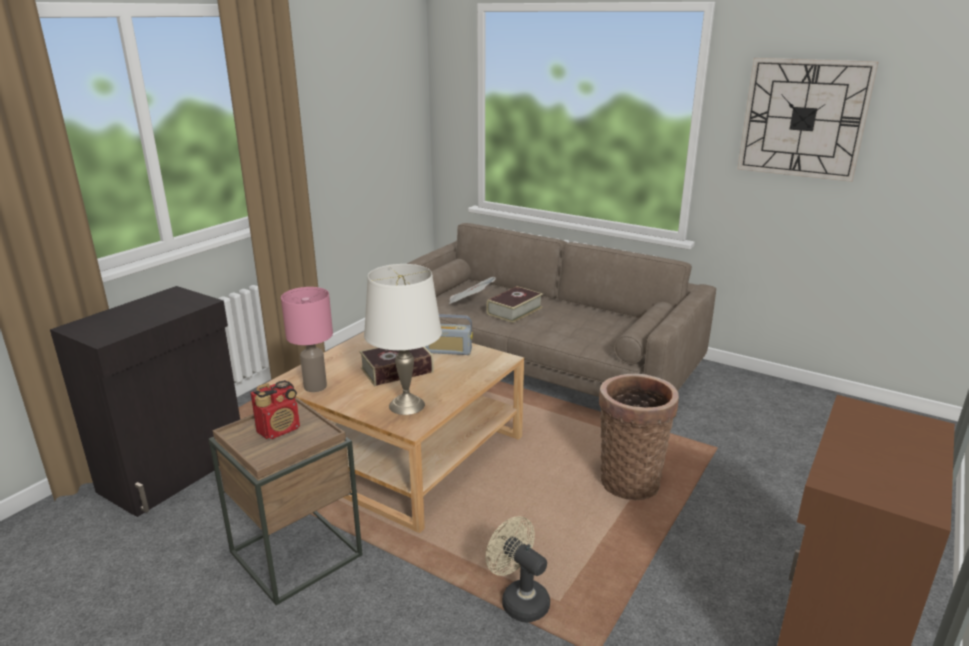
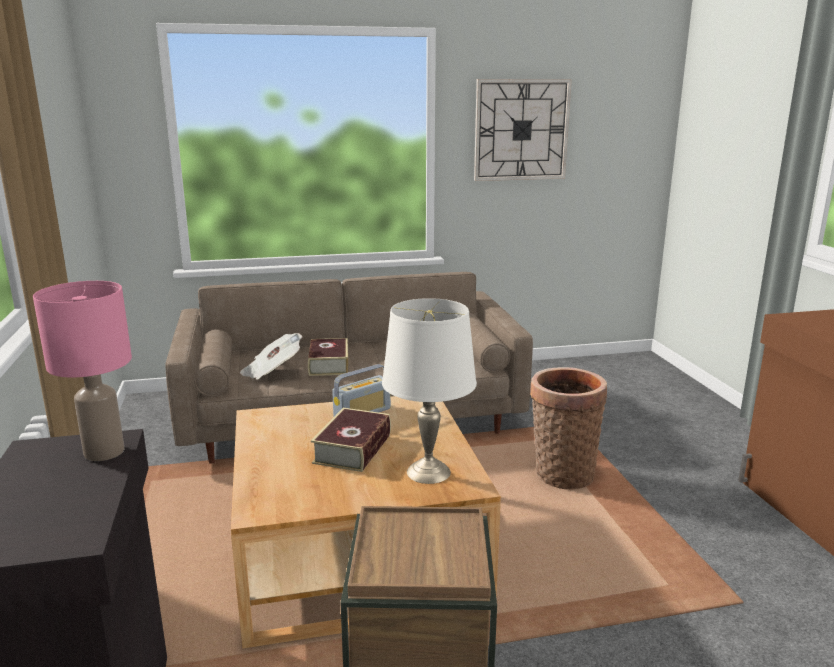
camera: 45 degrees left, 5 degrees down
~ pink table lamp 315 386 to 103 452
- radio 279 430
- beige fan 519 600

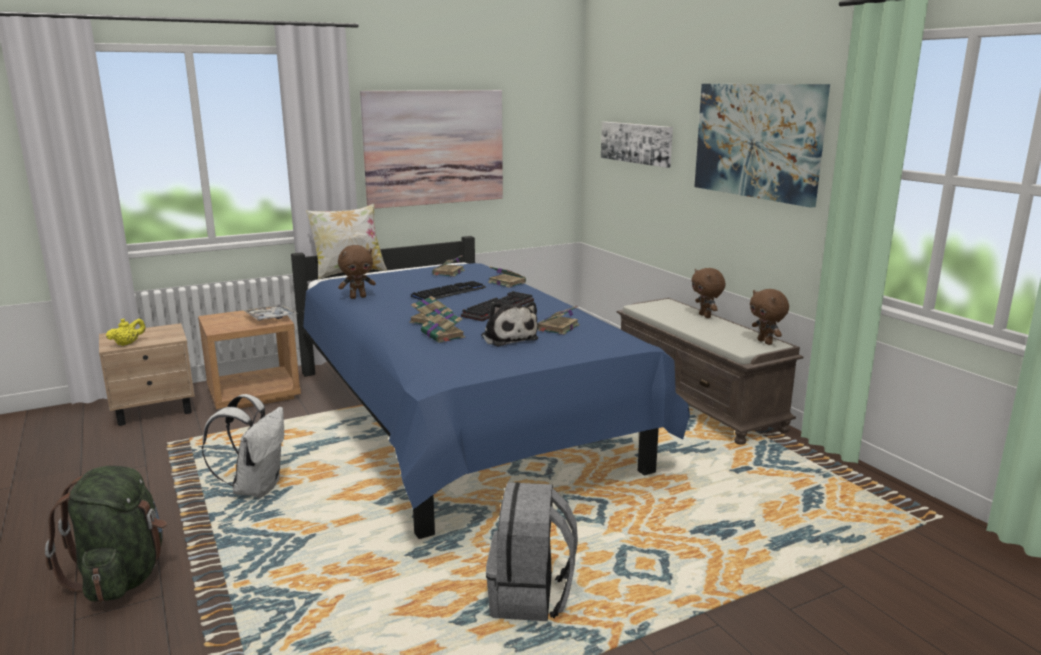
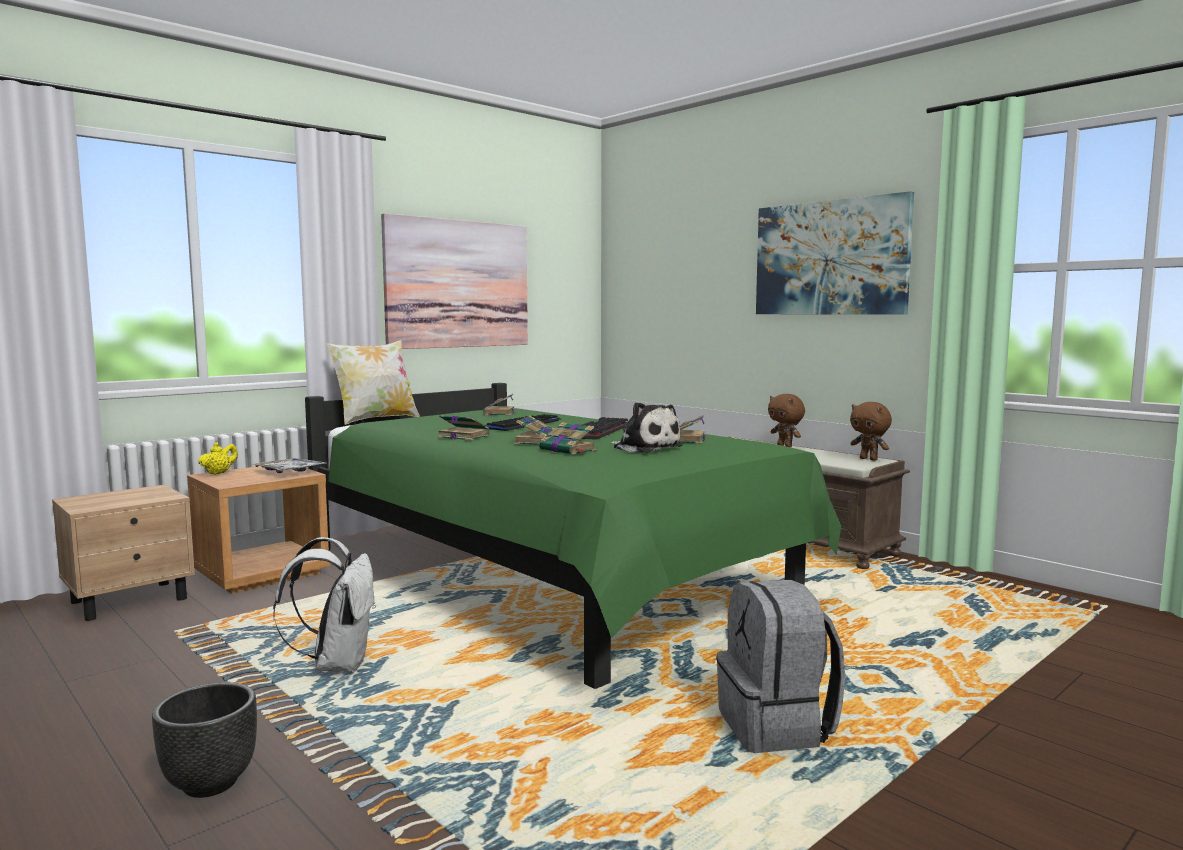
camera: 15 degrees left, 10 degrees down
~ green backpack 122 577 to black planter 209 784
~ yellow teapot 127 344 to 219 473
~ blue bed 459 422 to green bed 547 578
~ book 506 282 to 462 436
- brown plush toy 358 297
- picture 636 143

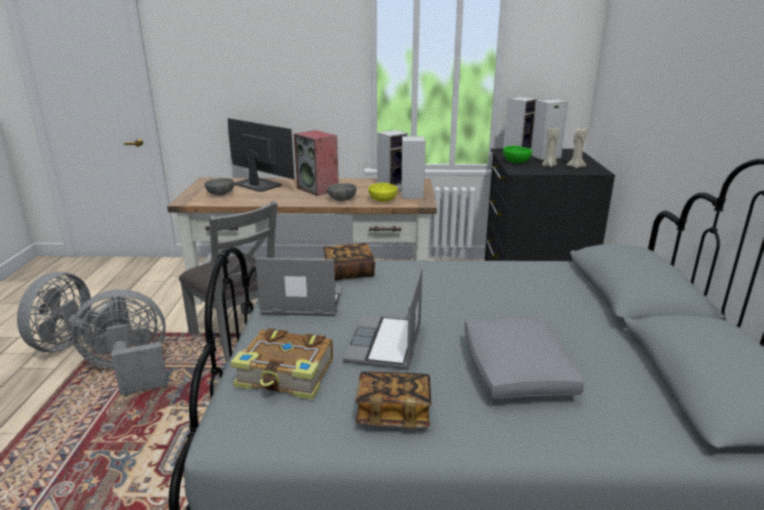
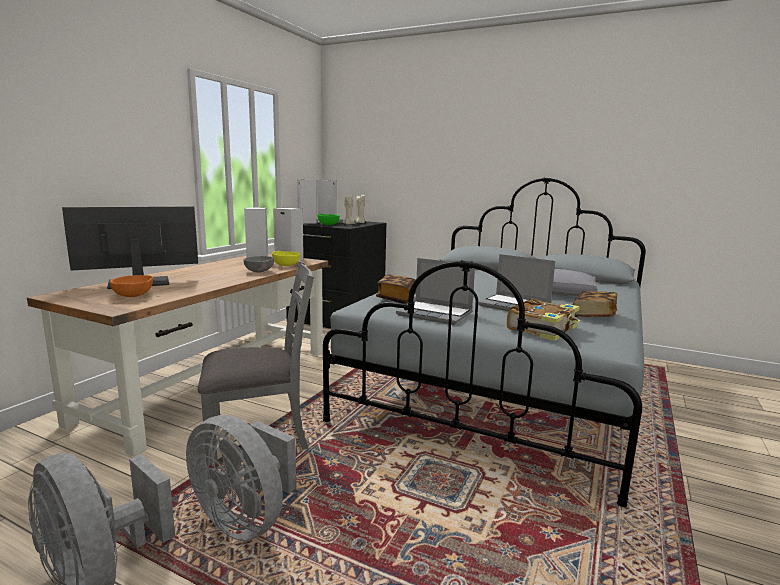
camera: 65 degrees left, 10 degrees down
~ grey bowl 220 194 to orange bowl 134 296
~ grey fan 130 370 = 245 519 60 degrees counterclockwise
~ laptop 301 303 = 436 314 90 degrees counterclockwise
- speaker 318 189

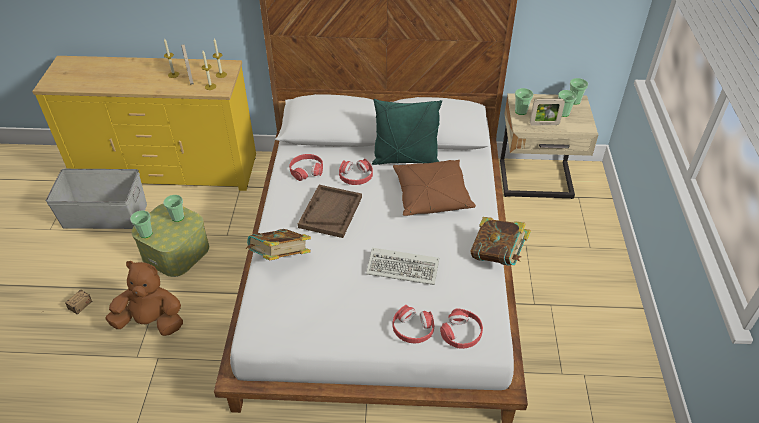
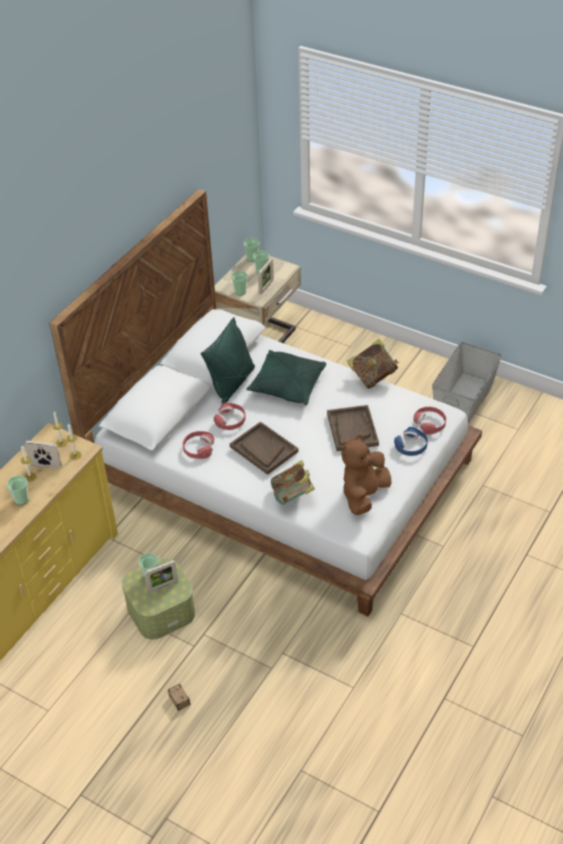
camera: 60 degrees left, 0 degrees up
~ cup 145 233 to 21 499
+ picture frame 163 586
~ brown pillow 431 196 to green pillow 287 386
~ keyboard 404 268 to brown tray 352 429
~ brown plush toy 152 321 to 364 495
~ red headphones 413 329 to blue headphones 411 446
~ grey storage box 105 216 to 464 399

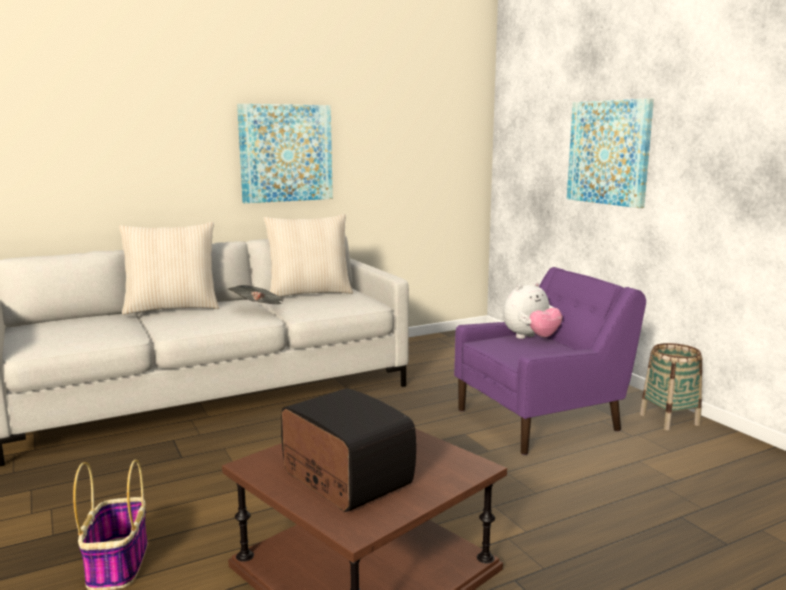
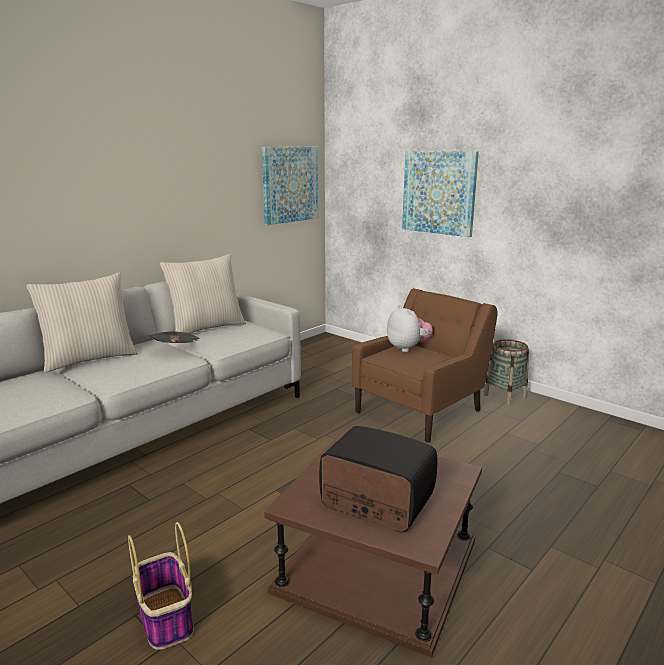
camera: 20 degrees left, 5 degrees up
~ picture 286 153 to 290 184
~ purple armchair 541 420 to brown armchair 420 410
~ plush toy 530 338 = 408 348 60 degrees counterclockwise

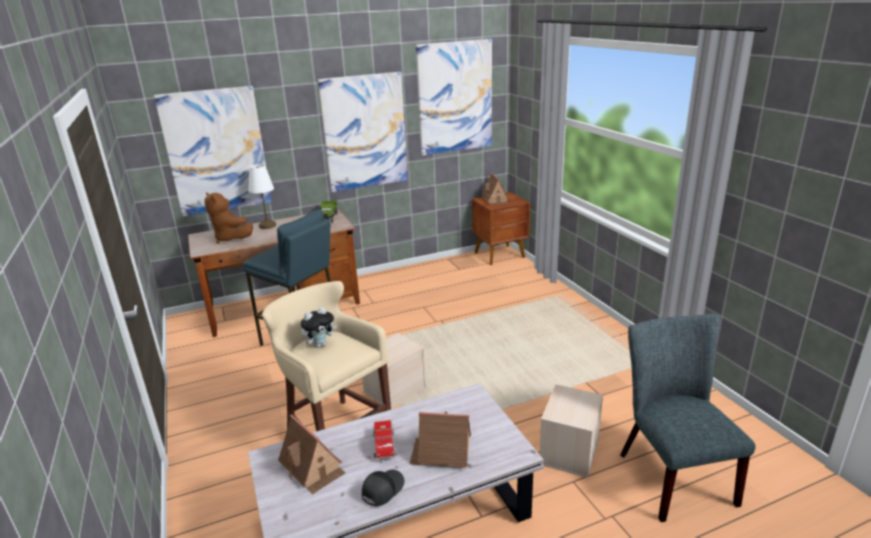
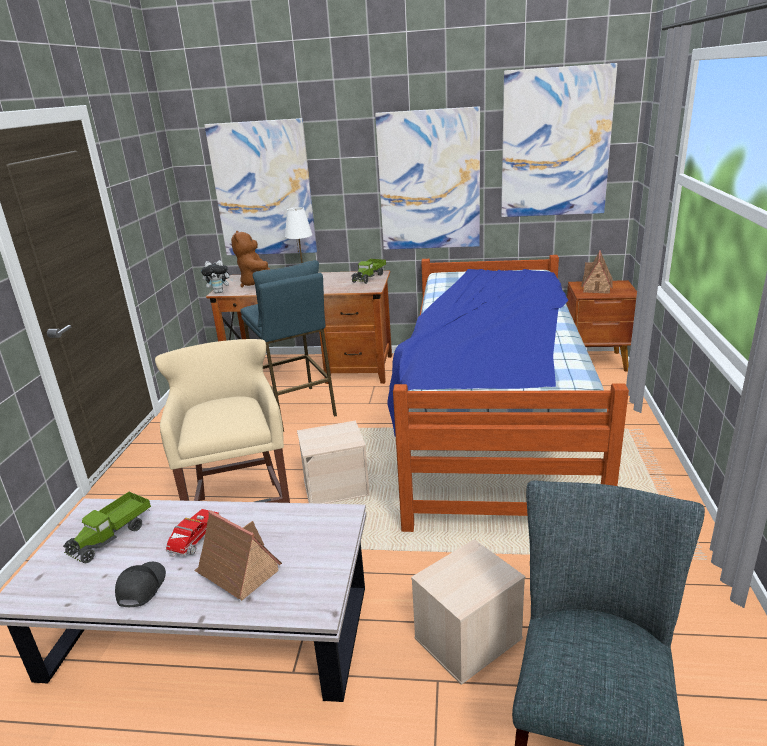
camera: 30 degrees right, 0 degrees up
~ toy house 312 467 to toy truck 112 536
~ black cap 382 489 = 140 588 60 degrees counterclockwise
~ plush toy 320 345 to 219 292
+ bed 491 422

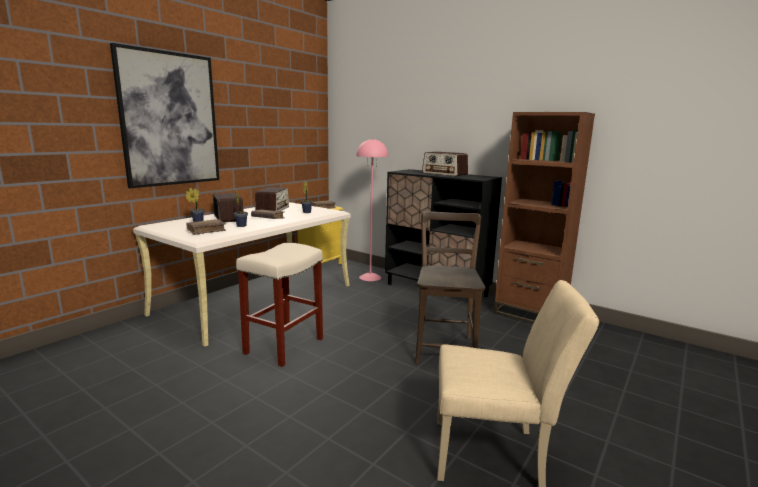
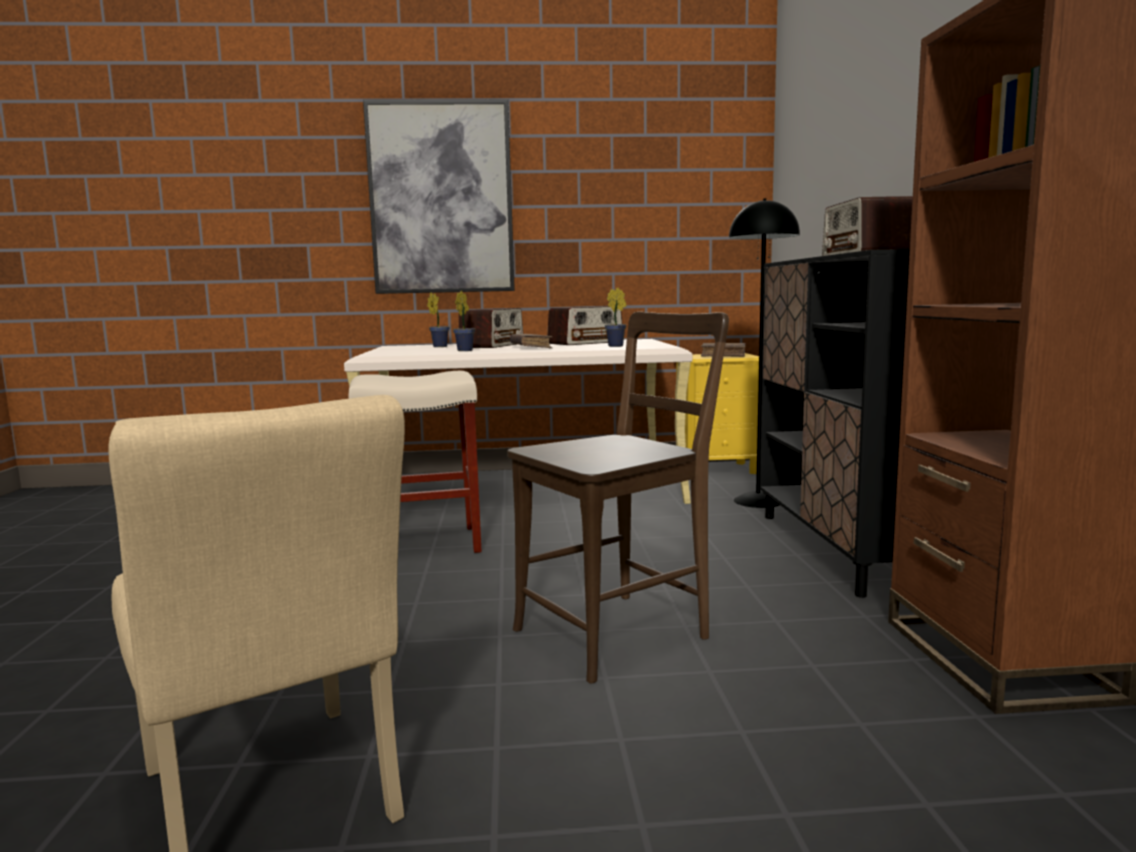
camera: 50 degrees right, 5 degrees down
~ pink floor lamp 370 277 to black floor lamp 758 501
- brown book 206 231

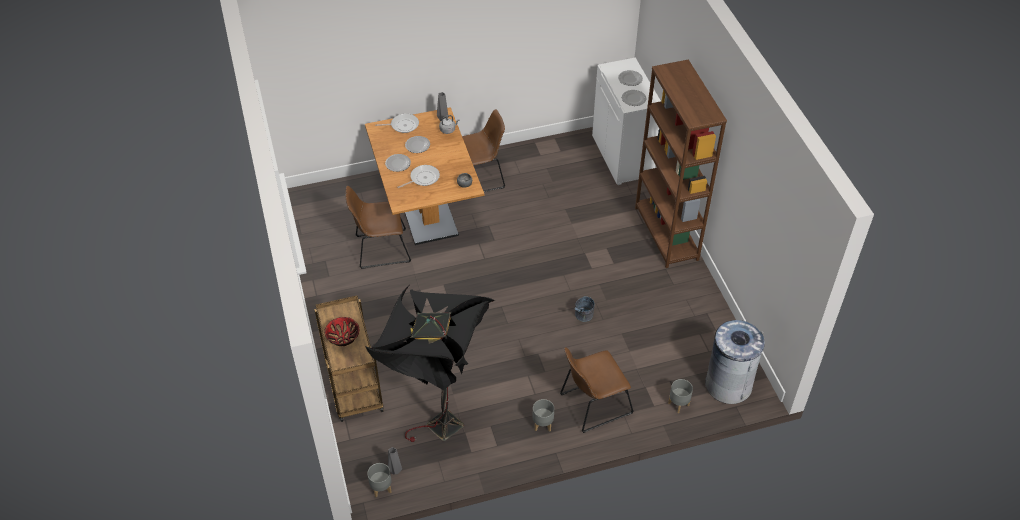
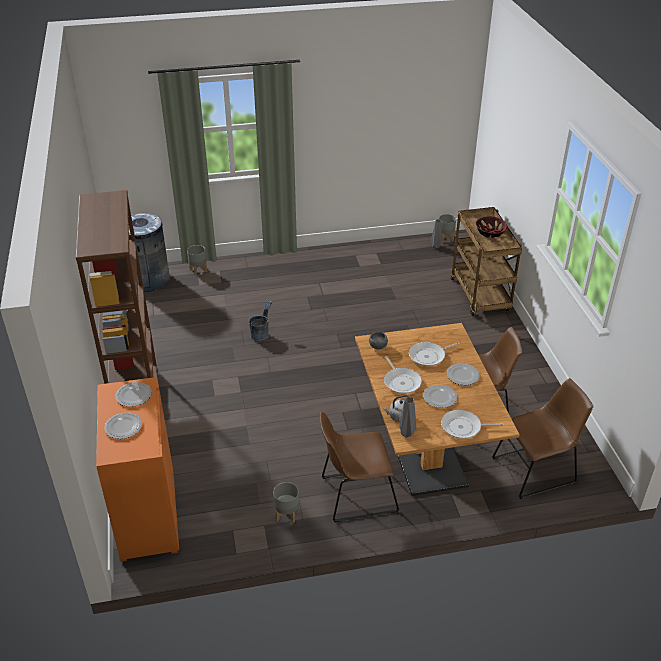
camera: 175 degrees left, 10 degrees down
~ white cabinet 623 157 to orange cabinet 147 514
~ grey planter 542 424 to 286 514
+ frying pan 401 381
~ brown chair 593 404 to 537 469
- black floor lamp 439 419

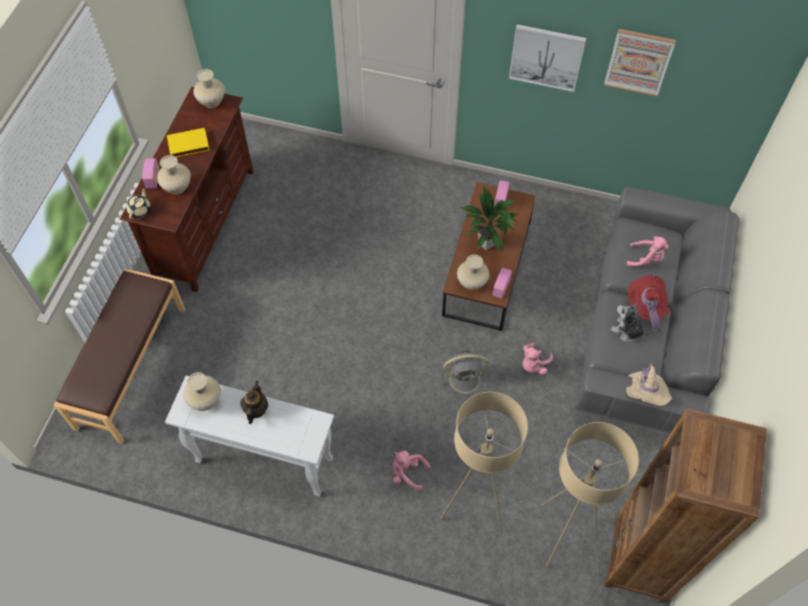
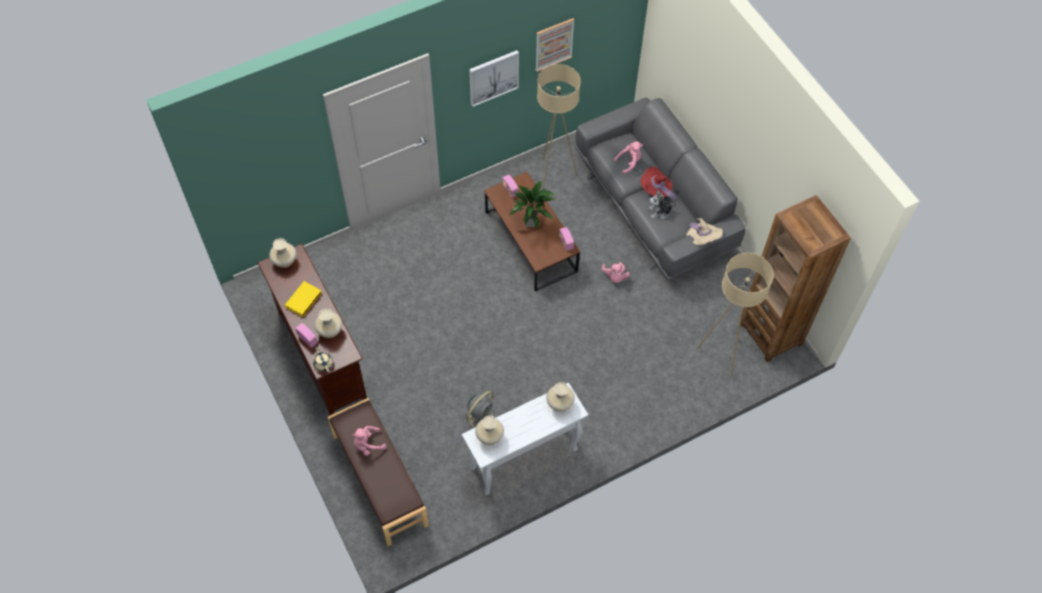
camera: 45 degrees left, 0 degrees up
~ pink plush toy 407 473 to 368 445
~ grey fan 466 379 to 481 416
~ beige floor lamp 474 509 to 553 177
~ beige vase 472 282 to 560 403
- teapot 255 410

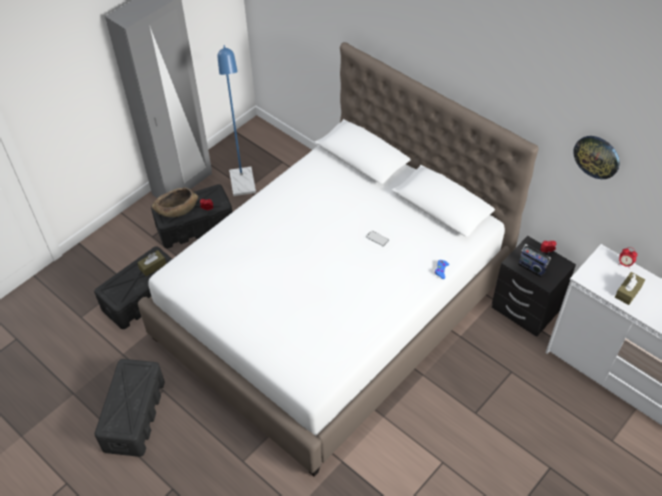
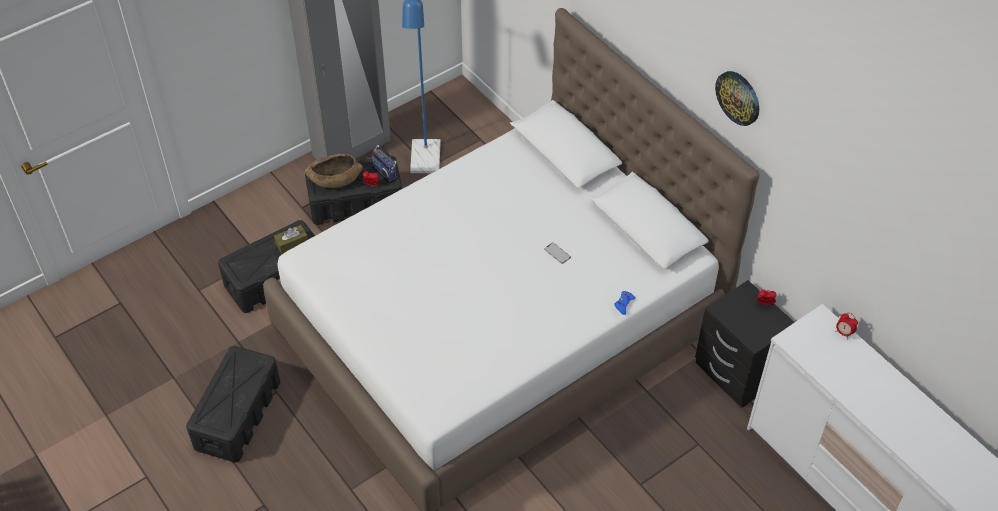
camera: 10 degrees right, 0 degrees up
~ radio 532 267 to 386 172
~ wall clock 597 156 to 738 97
- brown tissue box 628 292

